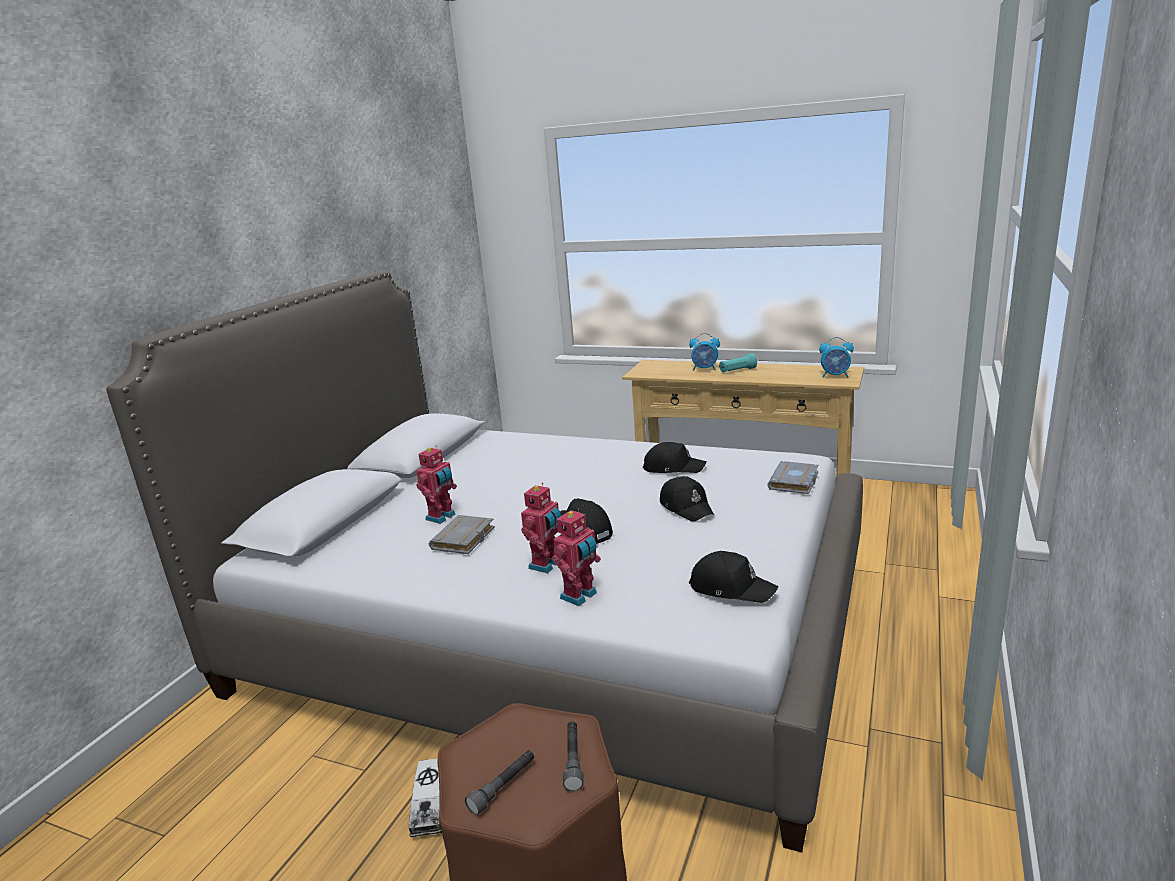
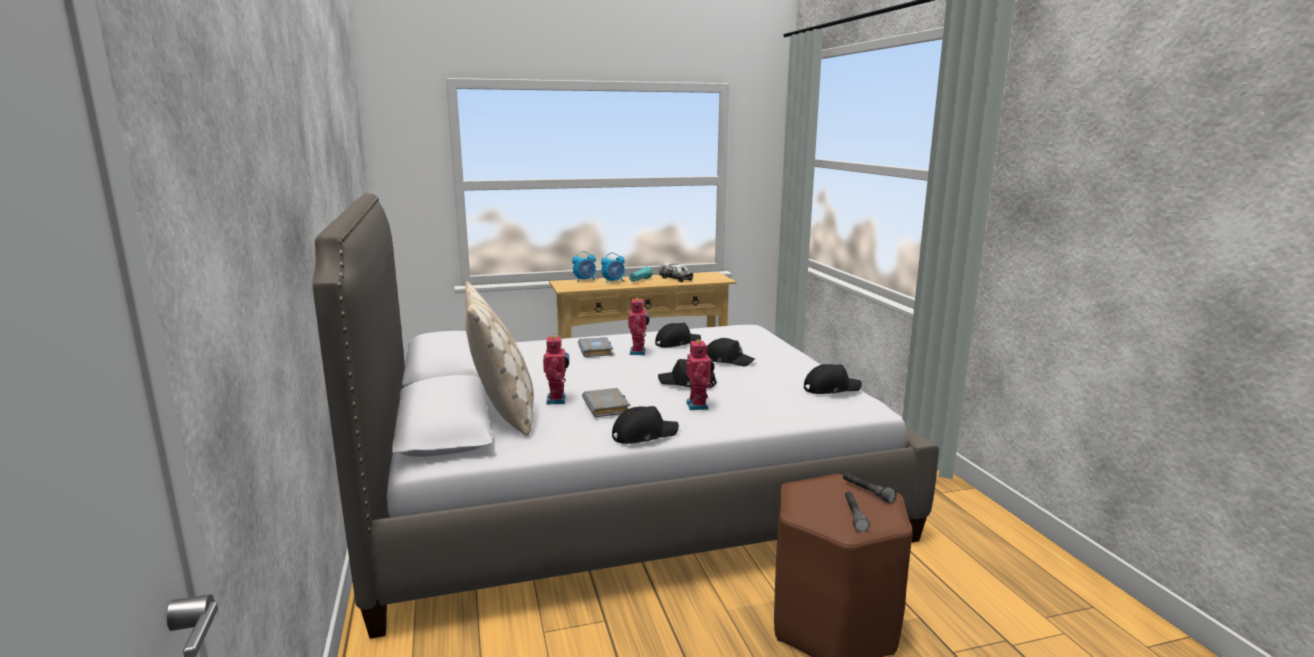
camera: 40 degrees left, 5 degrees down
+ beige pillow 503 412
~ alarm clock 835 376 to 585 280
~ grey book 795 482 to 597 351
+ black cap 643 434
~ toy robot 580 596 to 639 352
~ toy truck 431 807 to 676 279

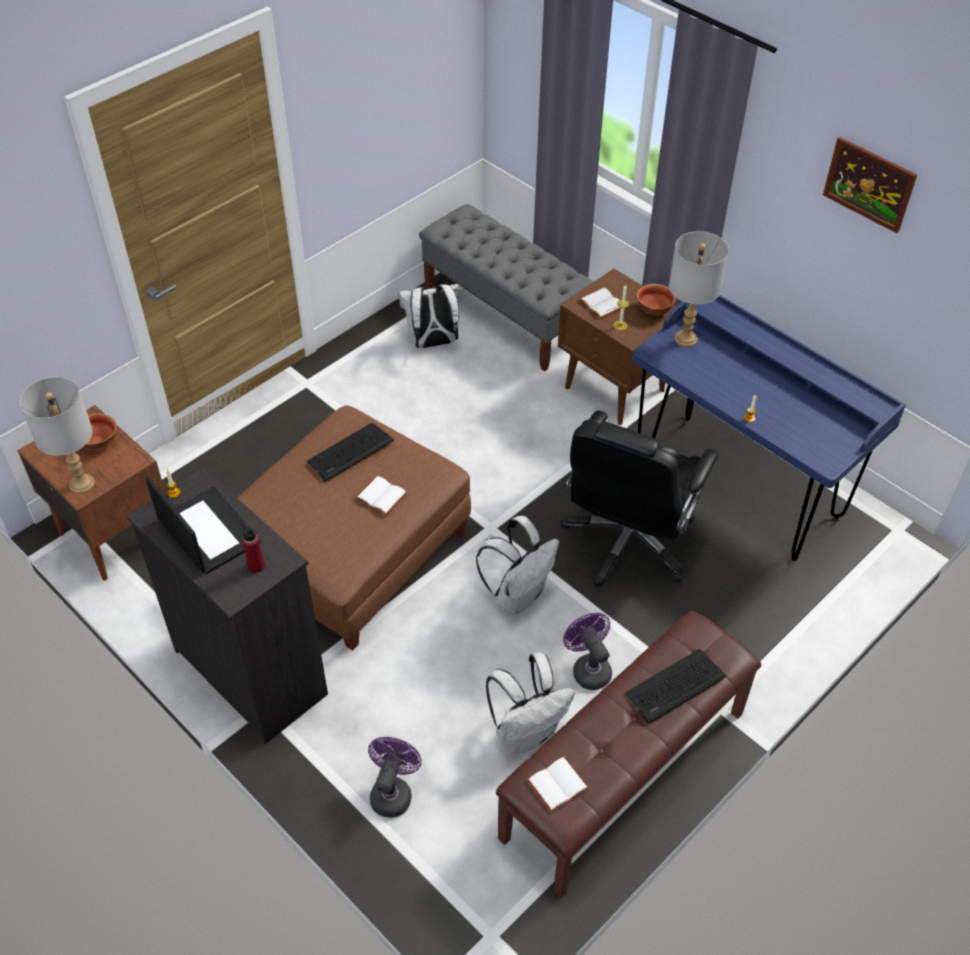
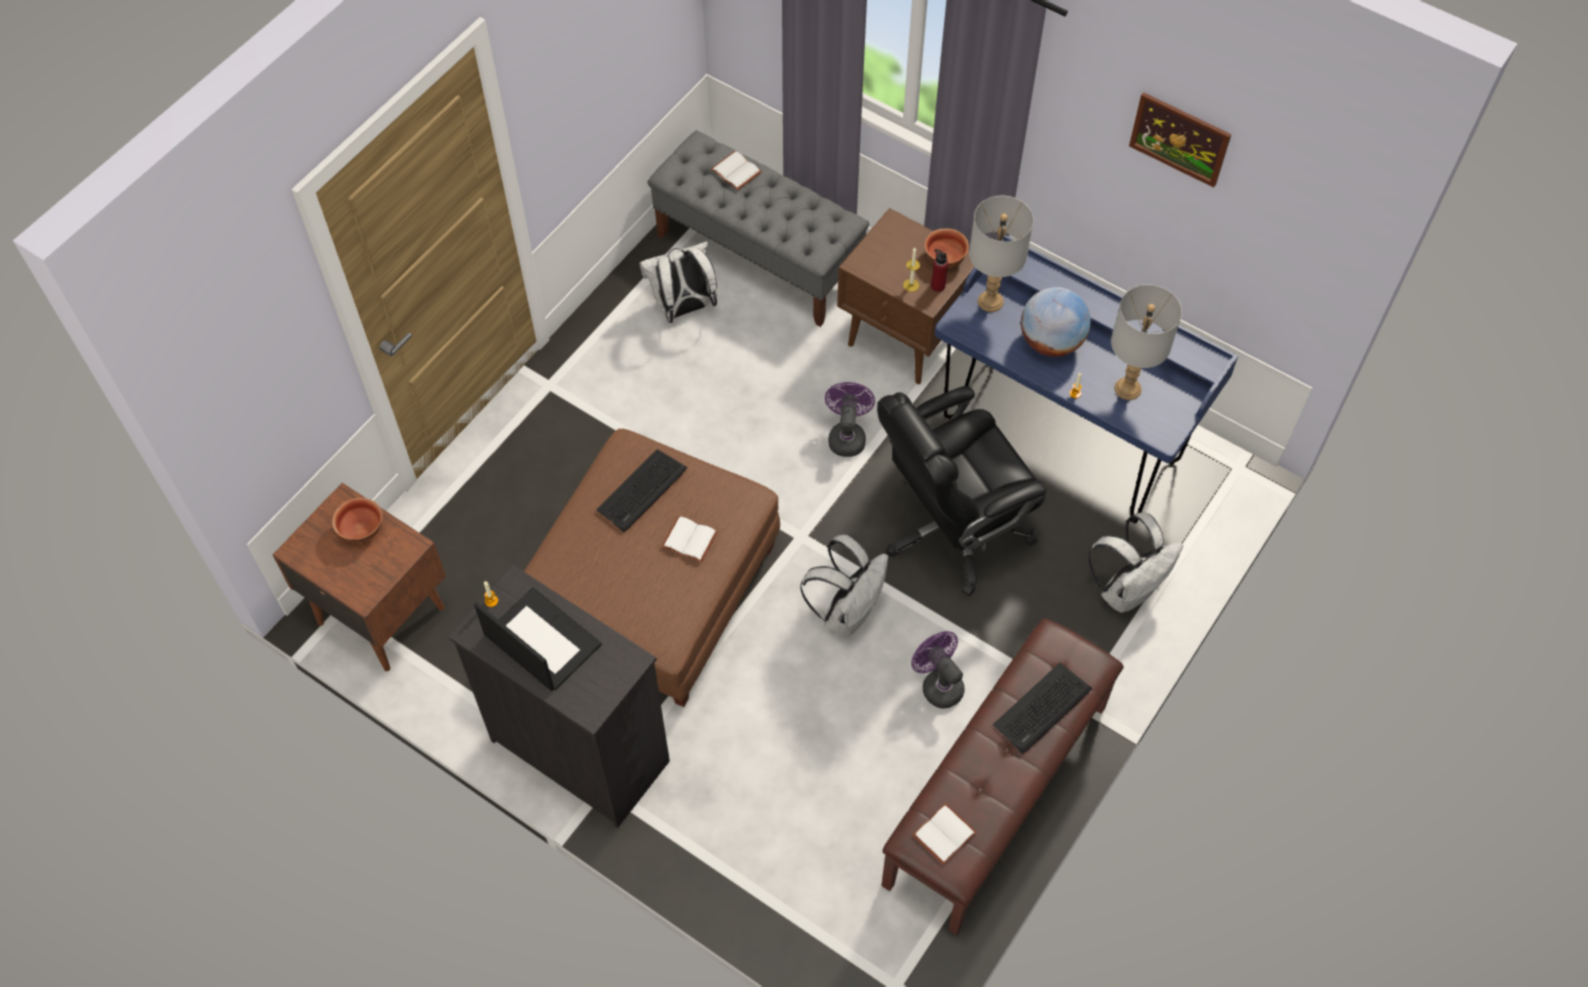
camera: 10 degrees left, 10 degrees up
~ white book 603 304 to 737 171
~ purple fan 393 792 to 847 435
~ black office chair 627 542 = 953 529 45 degrees clockwise
~ red bottle 256 566 to 938 286
+ globe 1051 342
~ white backpack 526 732 to 1127 590
~ grey table lamp 81 483 to 1127 388

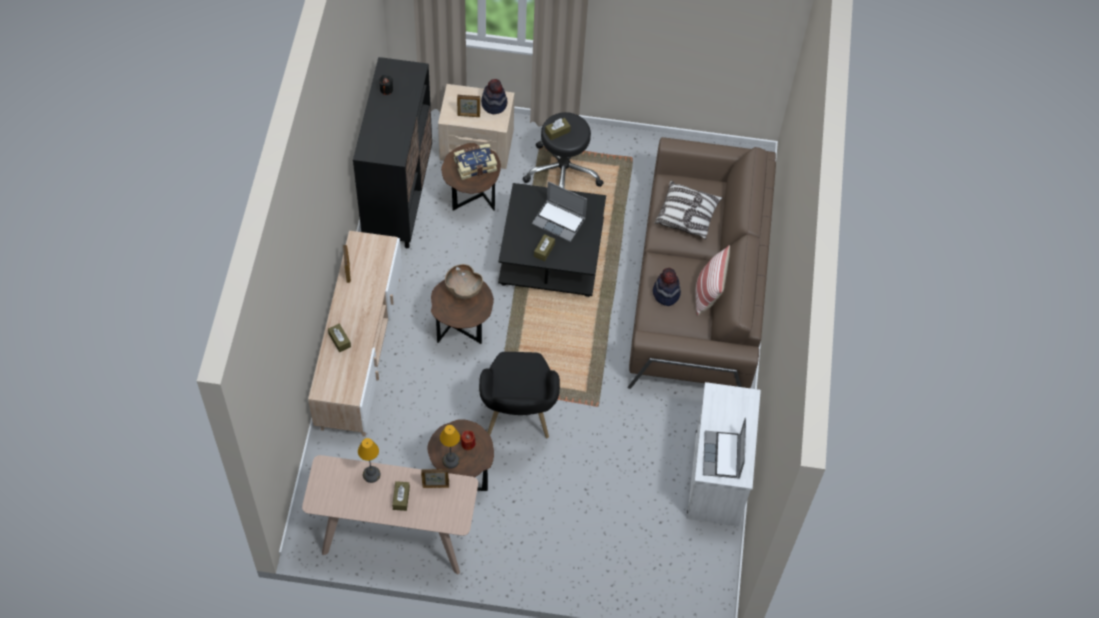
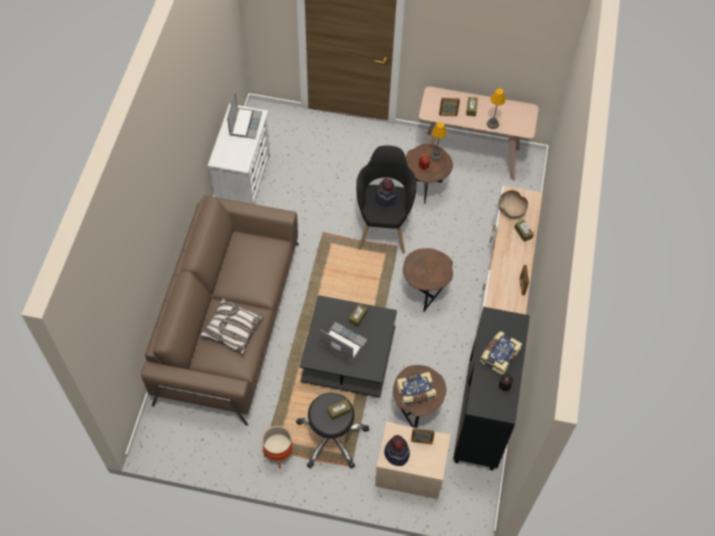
camera: 175 degrees left, 0 degrees up
+ planter 278 454
~ hat 666 293 to 386 197
+ book 499 355
~ brown bowl 463 289 to 511 210
- pillow 708 293

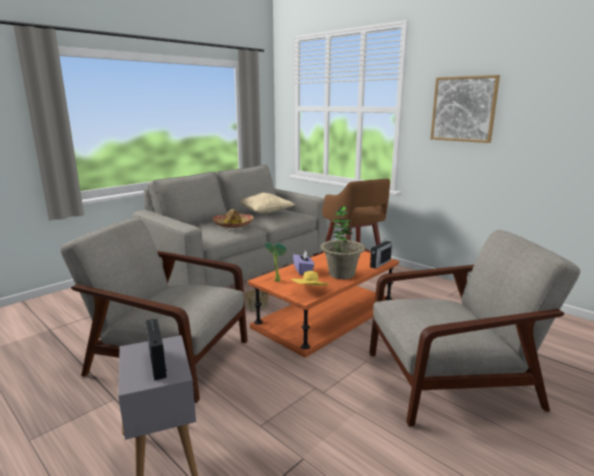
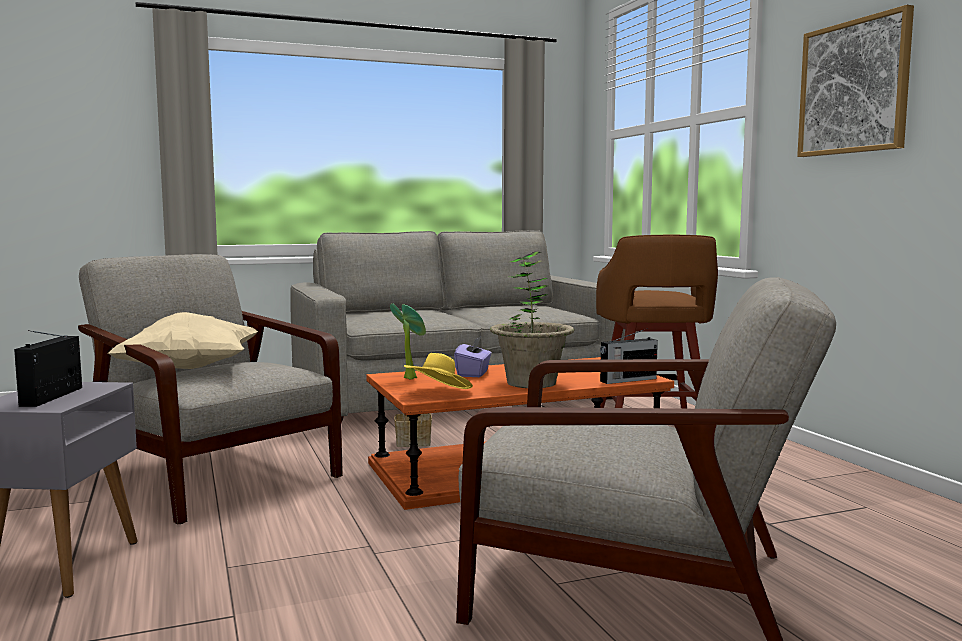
camera: 25 degrees right, 10 degrees down
~ beige pillow 265 213 to 190 369
- hat 233 225

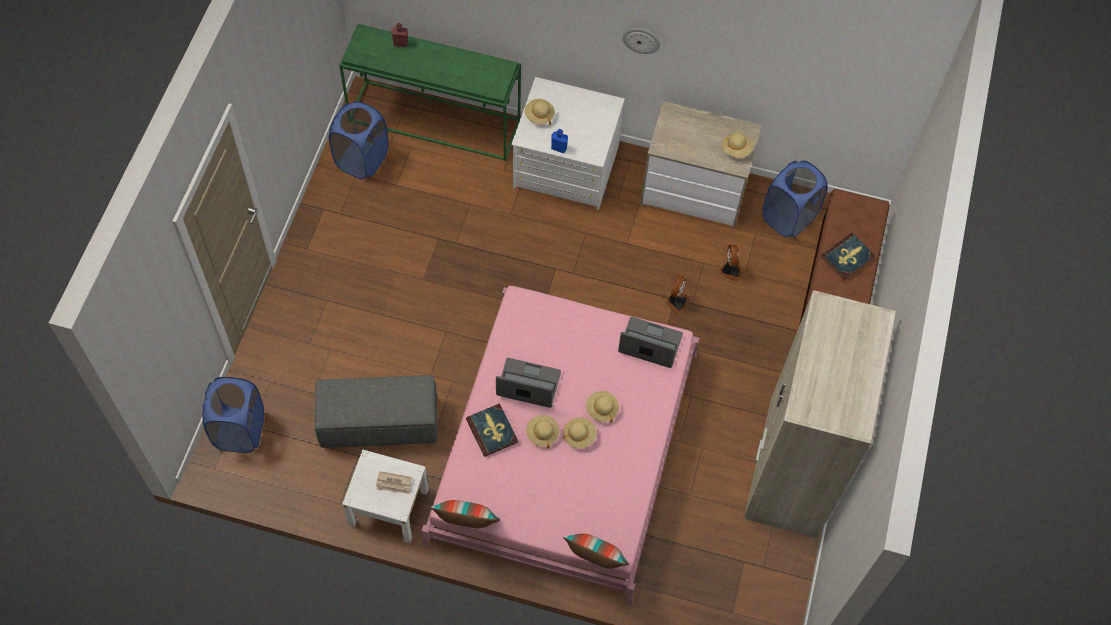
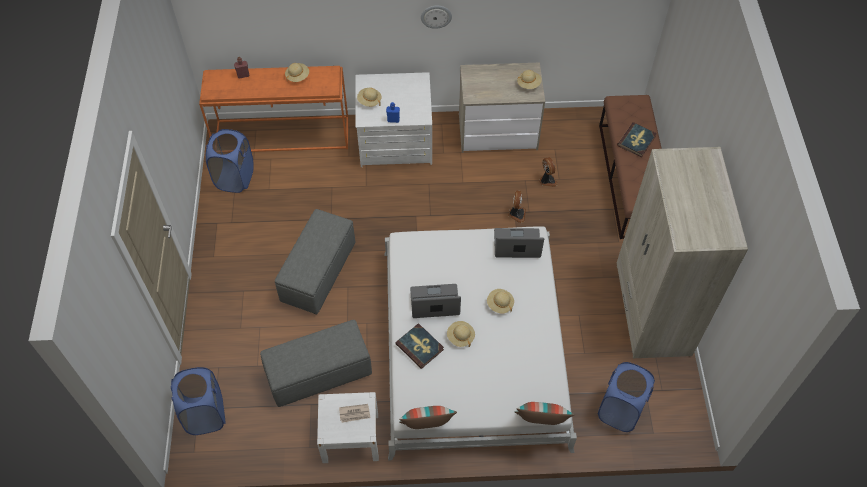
camera: 15 degrees left, 5 degrees down
~ green console table 436 120 to orange console table 283 134
+ grey ottoman 319 272
~ beige hat 579 436 to 297 76
~ pink bed 564 446 to white bed 473 346
~ blue laundry basket 788 217 to 620 410

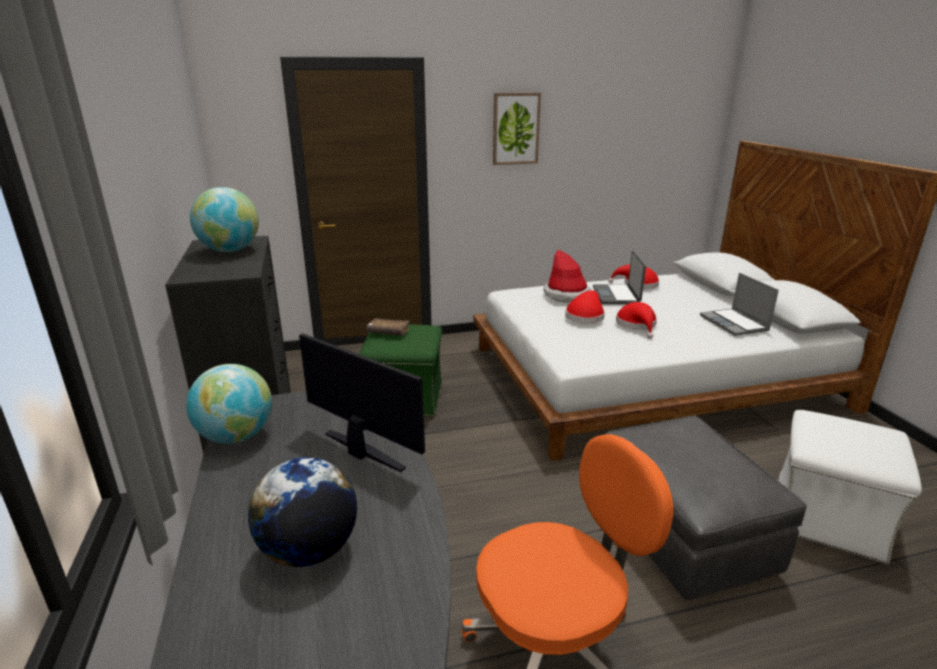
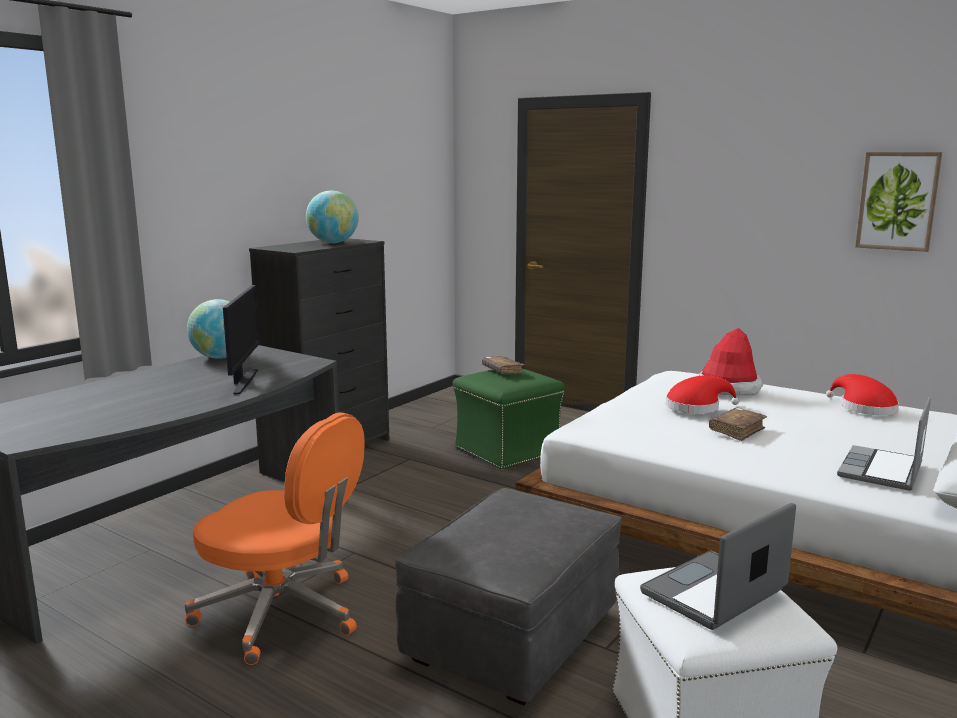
camera: 50 degrees right, 10 degrees down
~ laptop 617 295 to 715 593
~ red hat 637 325 to brown book 737 430
~ picture 515 129 to 897 201
- globe 309 550

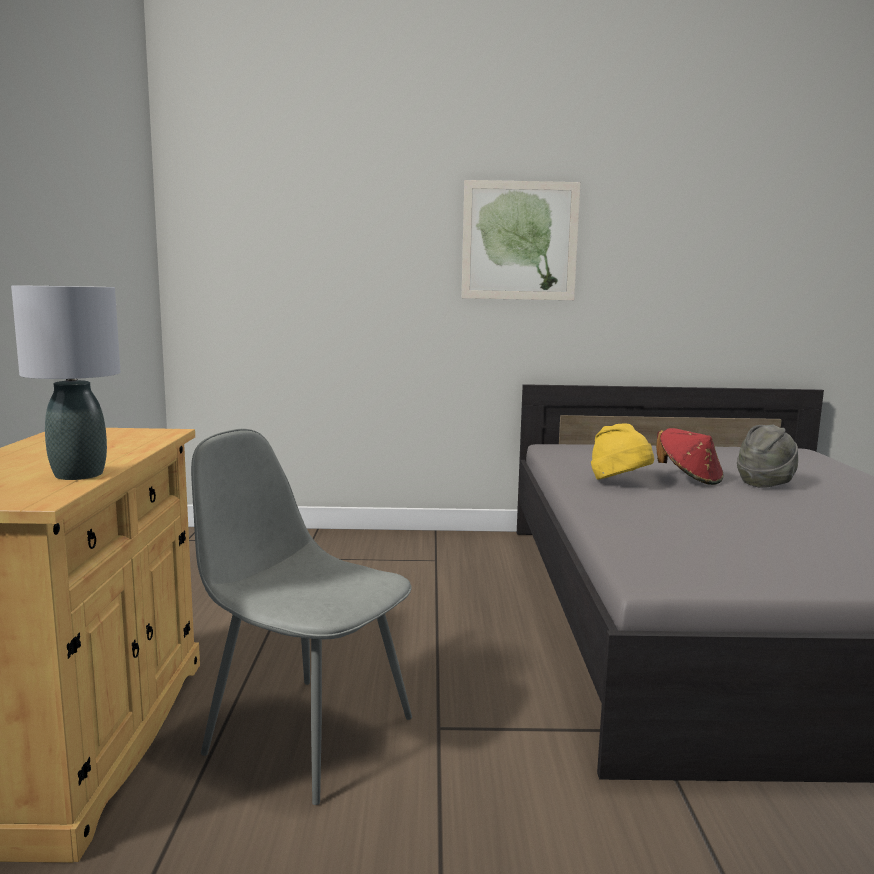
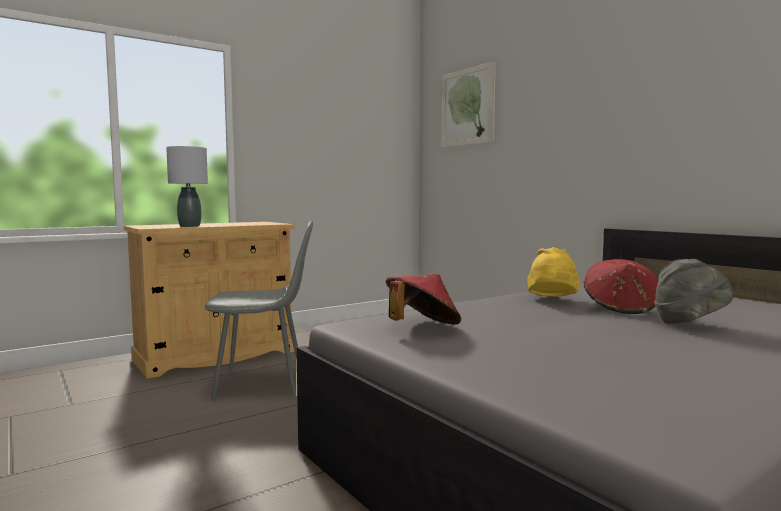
camera: 55 degrees right, 5 degrees down
~ grey chair 306 733 = 263 382 90 degrees clockwise
+ red hat 422 327
~ picture 519 241 to 467 107

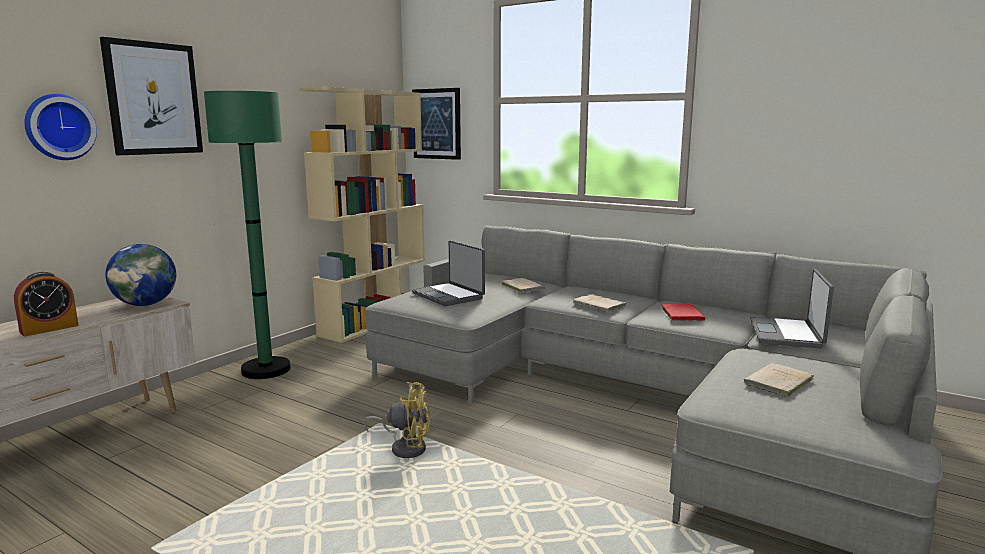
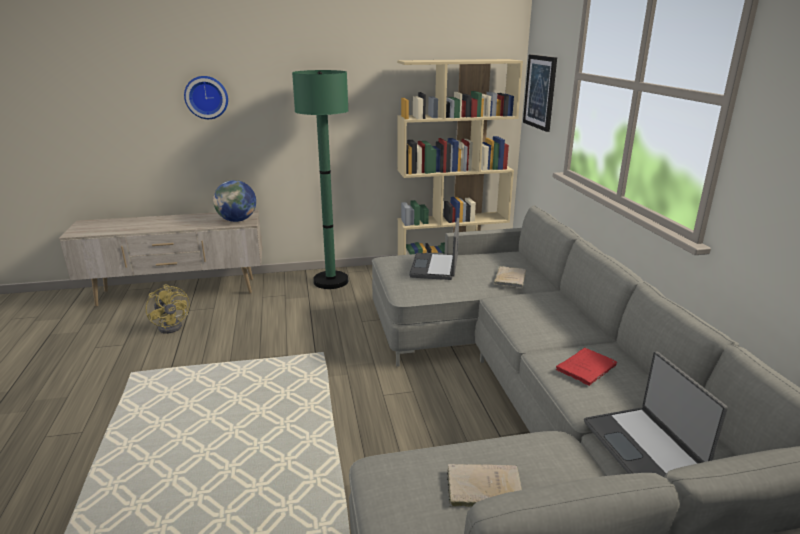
camera: 45 degrees right, 10 degrees up
~ yellow fan 405 447 to 173 325
~ laptop 787 334 = 644 447 75 degrees counterclockwise
- alarm clock 49 328
- picture 153 99
- beige book 600 305

